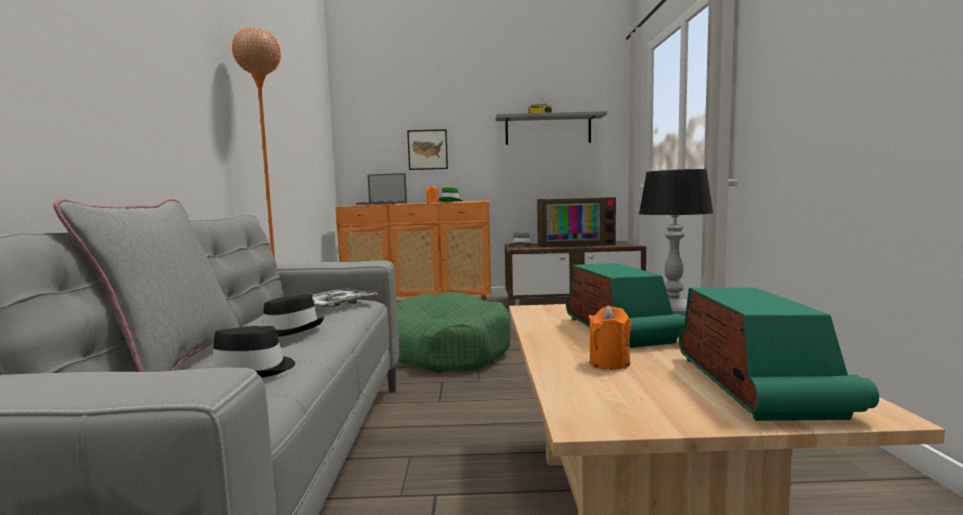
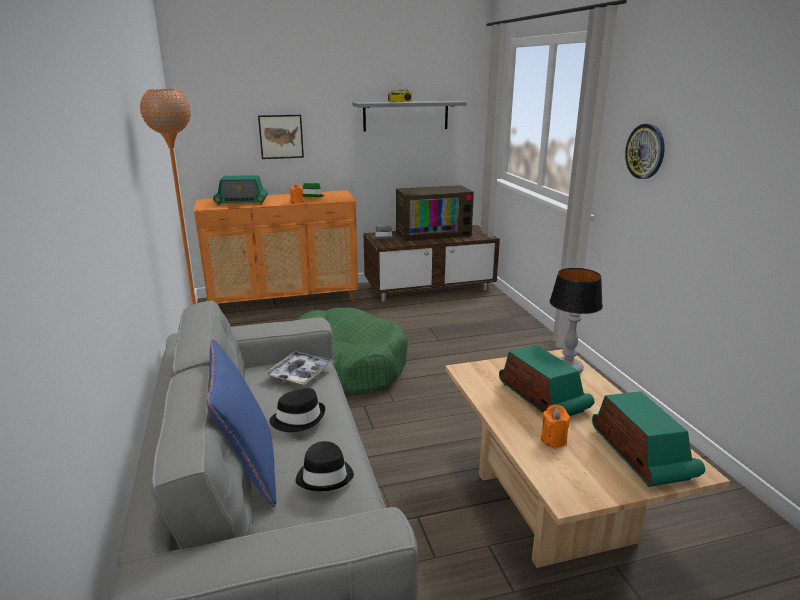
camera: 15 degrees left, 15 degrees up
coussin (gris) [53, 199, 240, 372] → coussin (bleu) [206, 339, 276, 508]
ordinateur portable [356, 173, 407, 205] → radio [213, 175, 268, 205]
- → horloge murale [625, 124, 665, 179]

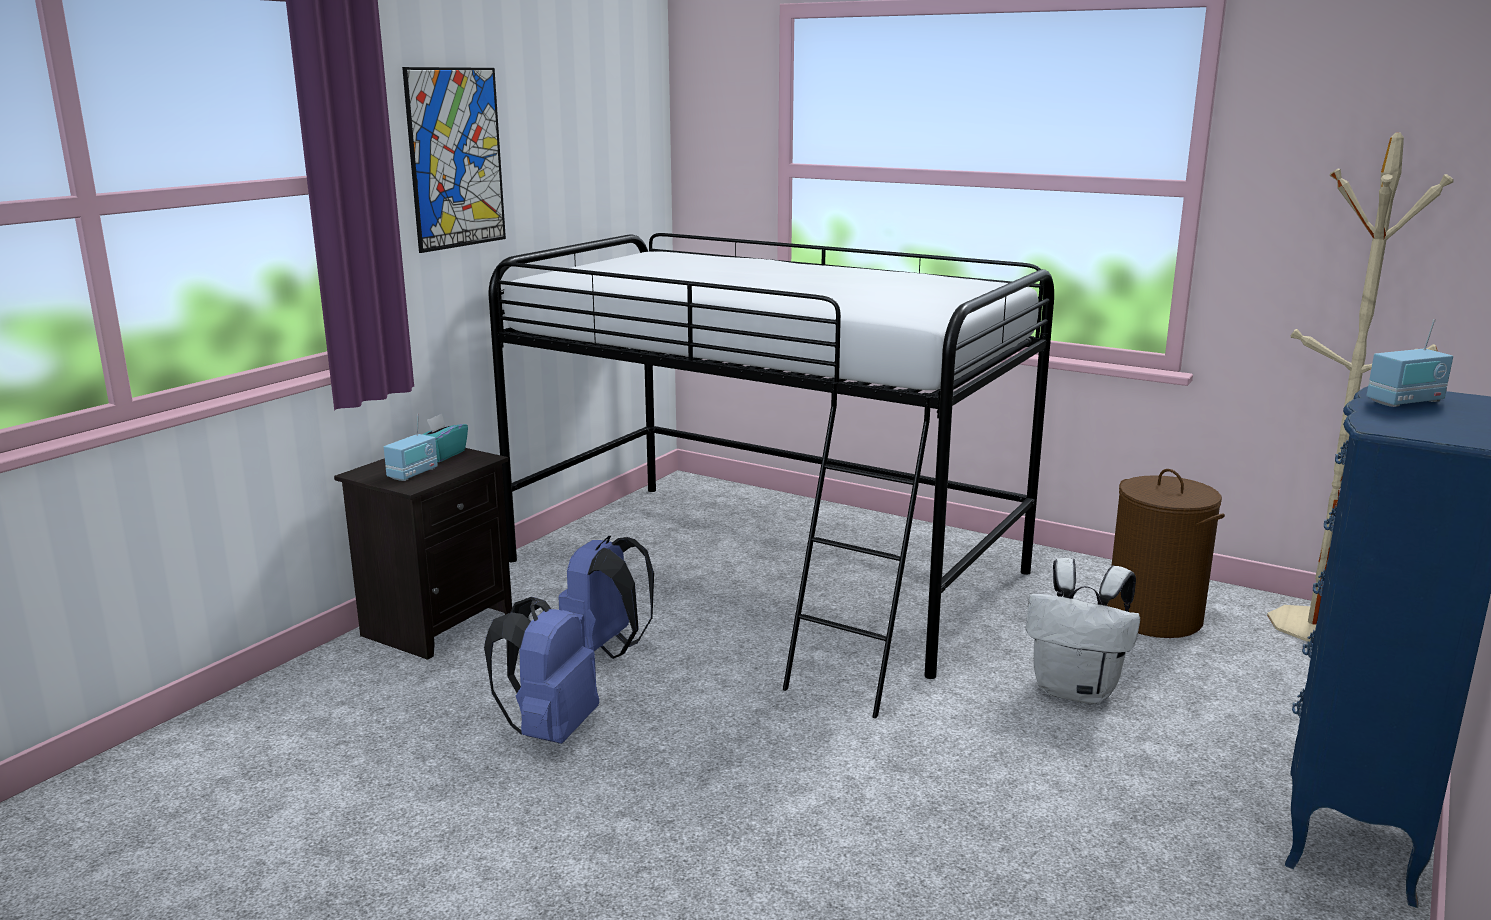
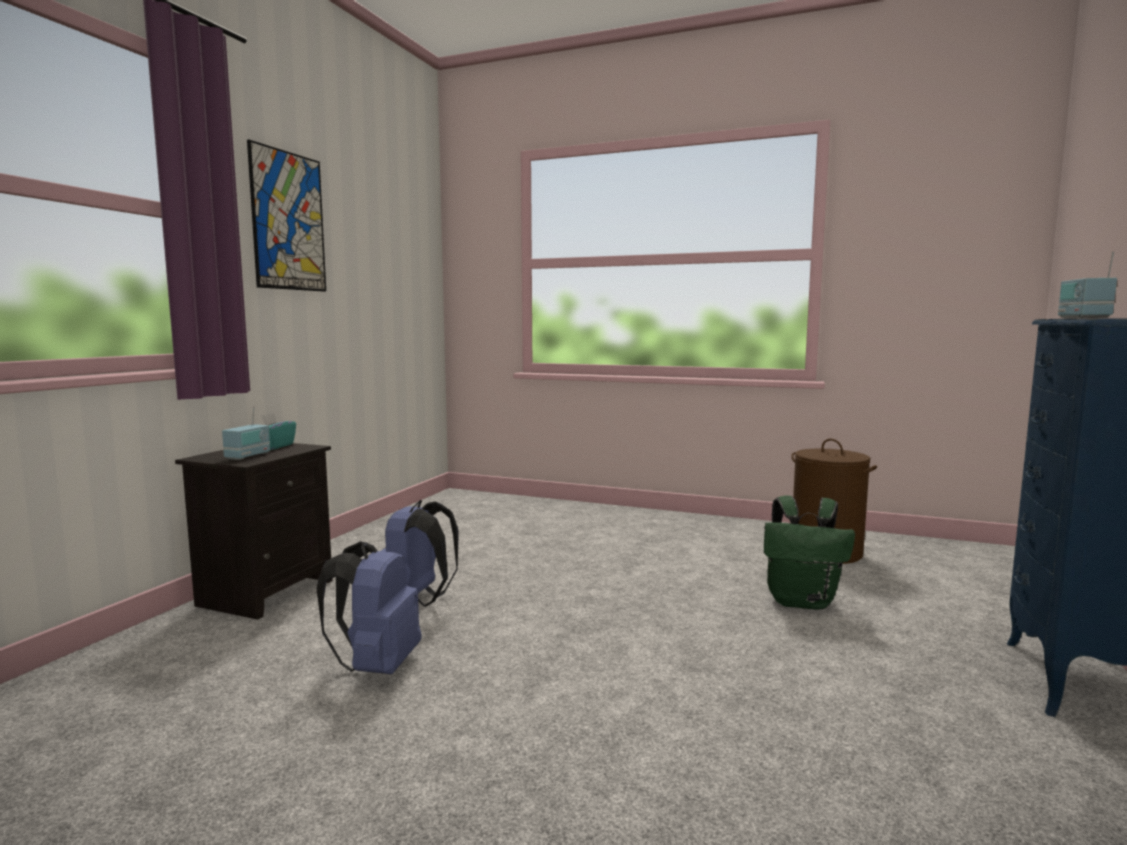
camera: 10 degrees left, 10 degrees down
sac à dos (blanc) [1026, 558, 1140, 704] → sac à dos (vert) [764, 495, 855, 610]
radio [1367, 319, 1453, 407] → radio [1058, 252, 1117, 318], 135 degrees clockwise
lit (noir) [489, 233, 1054, 718] → -
portant (beige) [1267, 133, 1454, 642] → -

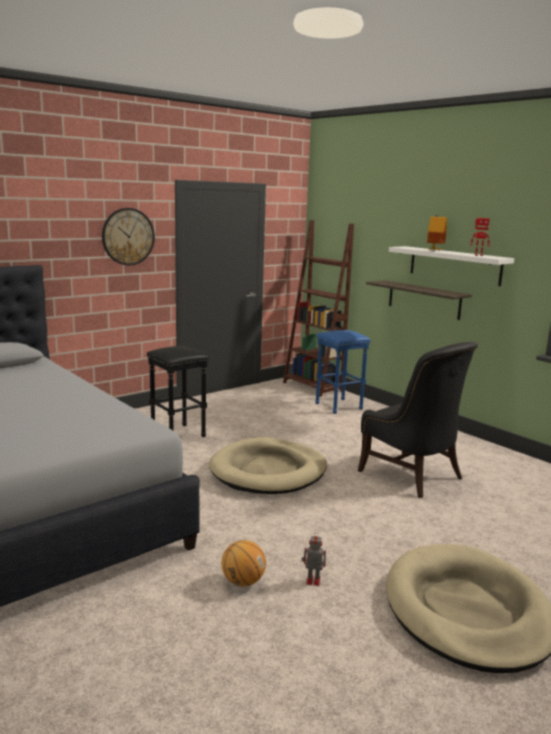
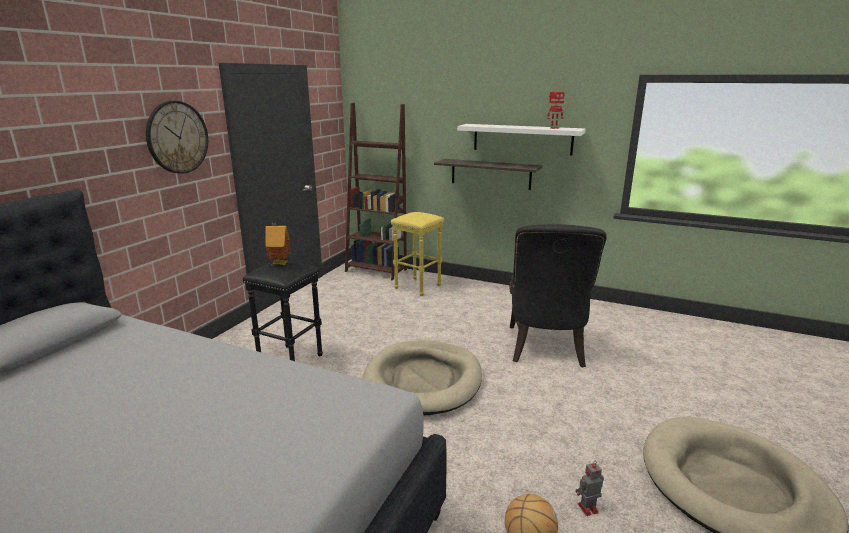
camera: 25 degrees left, 5 degrees up
maison miniature [427, 215, 447, 250] → maison miniature [266, 223, 291, 265], relocated
tabouret (bleu) [315, 330, 371, 414] → tabouret (jaune) [391, 212, 444, 296]
chaise (noir) [358, 342, 478, 498] → chaise (noir) [509, 224, 607, 367], 75 degrees clockwise

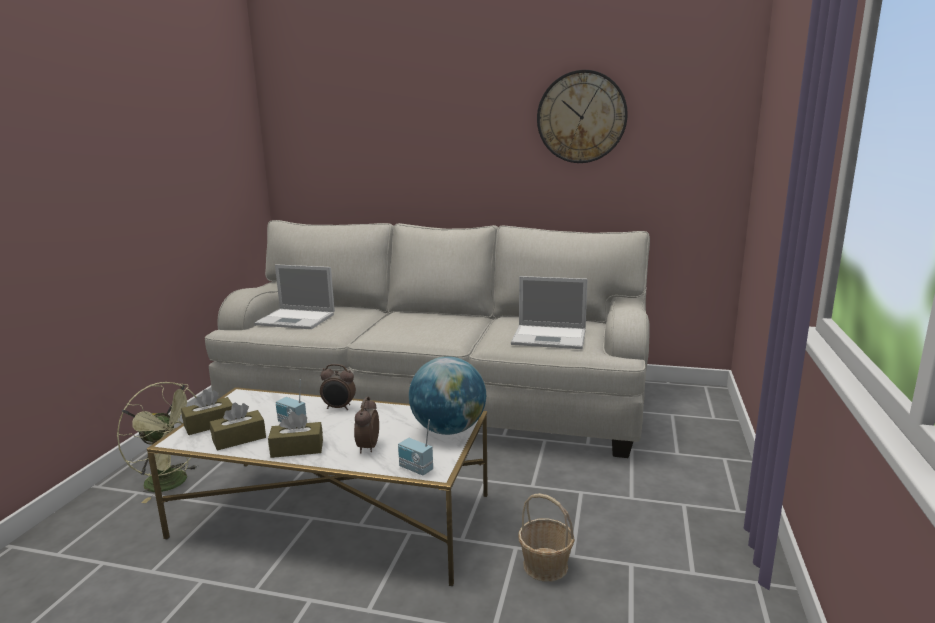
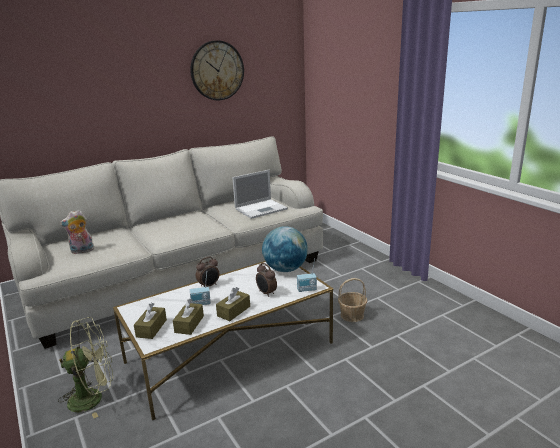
camera: 45 degrees left, 5 degrees up
ordinateur portable [254, 264, 335, 329] → peluche [60, 210, 94, 254]

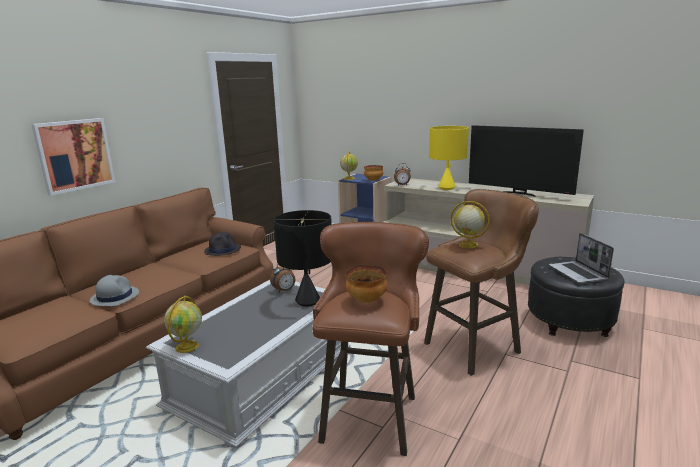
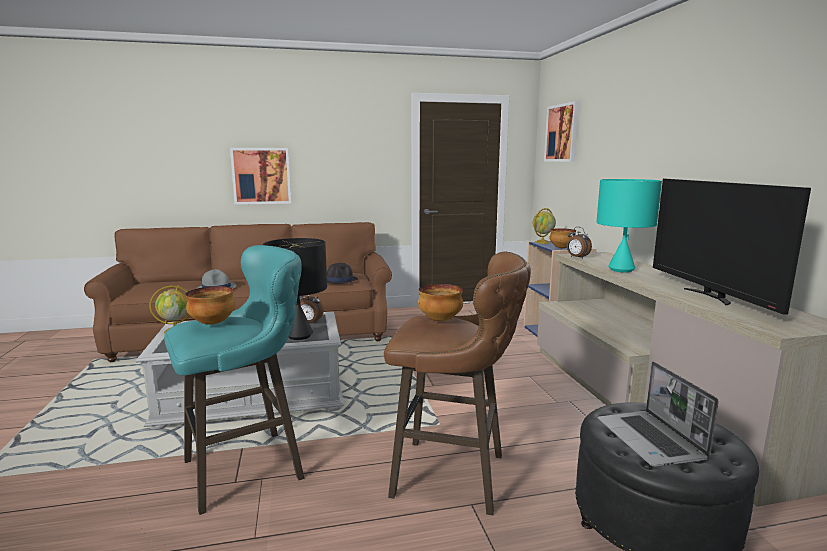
camera: 45 degrees right, 5 degrees down
tabouret (marron) [312, 222, 429, 456] → tabouret (turquoise) [164, 245, 304, 515]
globe [450, 201, 490, 248] → bol [418, 284, 463, 321]
- → tableau [544, 101, 579, 162]
lampe de table (jaune) [429, 126, 469, 190] → lampe de table (turquoise) [596, 179, 662, 273]
ordinateur portable [549, 233, 614, 283] → ordinateur portable [597, 362, 719, 467], 45 degrees counterclockwise

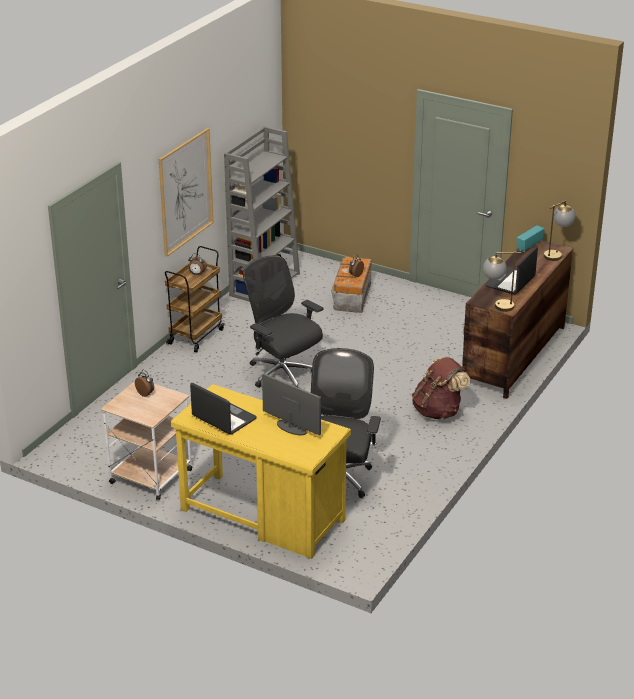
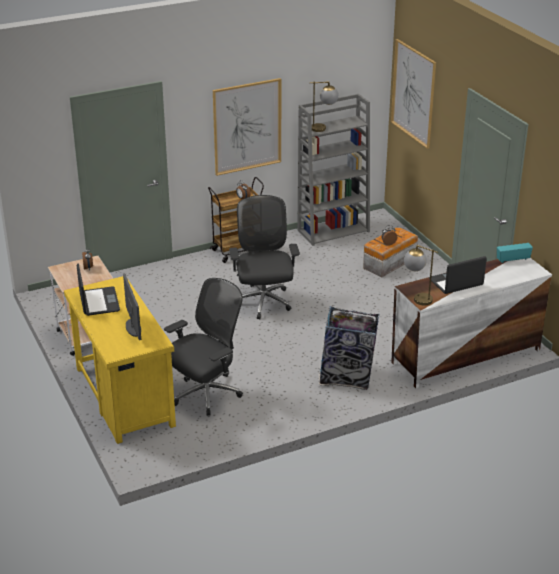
camera: 35 degrees right, 0 degrees up
lampe de table [544, 201, 576, 261] → lampe de table [310, 82, 339, 132], relocated
sac à dos (marron) [412, 356, 471, 419] → poubelle [319, 306, 380, 390]
- → tableau [391, 39, 436, 149]
meuble de rangement (marron) [462, 240, 574, 399] → meuble de rangement (blanc) [391, 258, 552, 388]

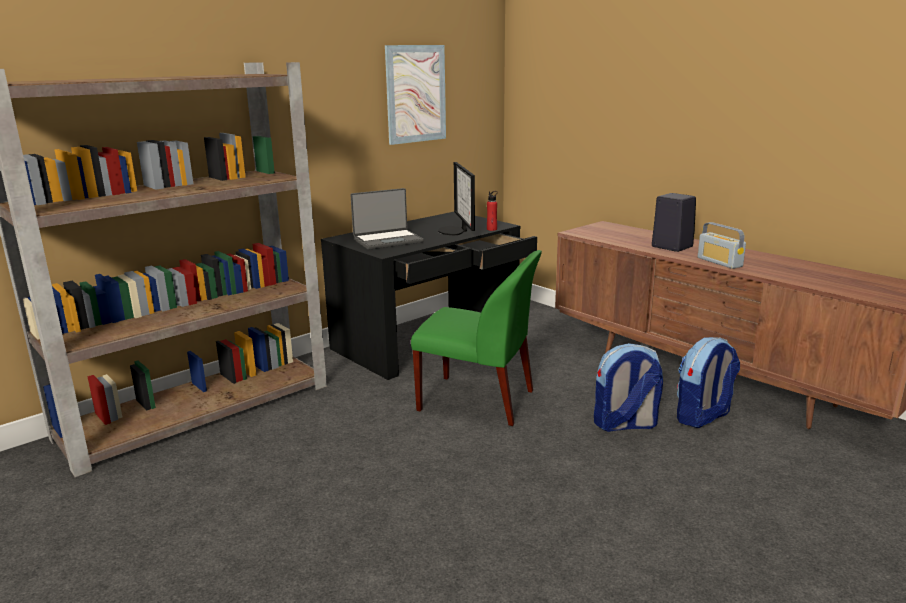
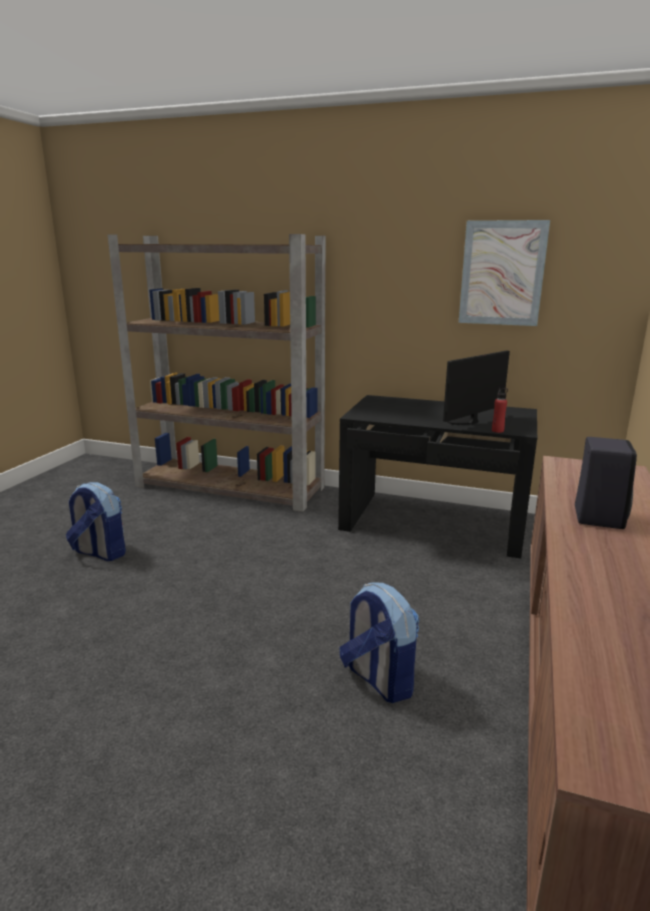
camera: 60 degrees right, 0 degrees up
sac à dos [677, 337, 740, 428] → sac à dos [66, 482, 126, 561], relocated
ordinateur portable [351, 188, 424, 250] → -
chaise (vert) [411, 250, 542, 426] → -
radio [698, 222, 746, 269] → -

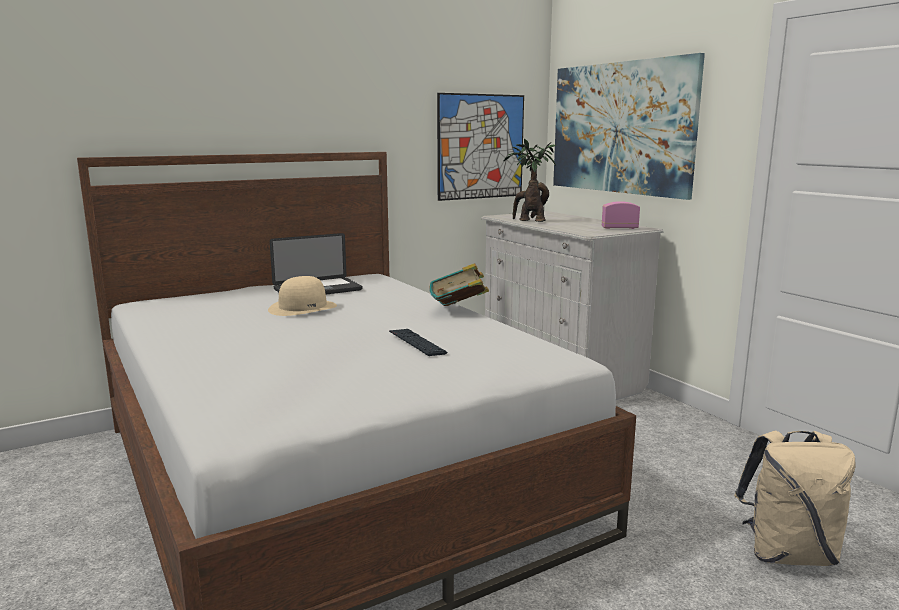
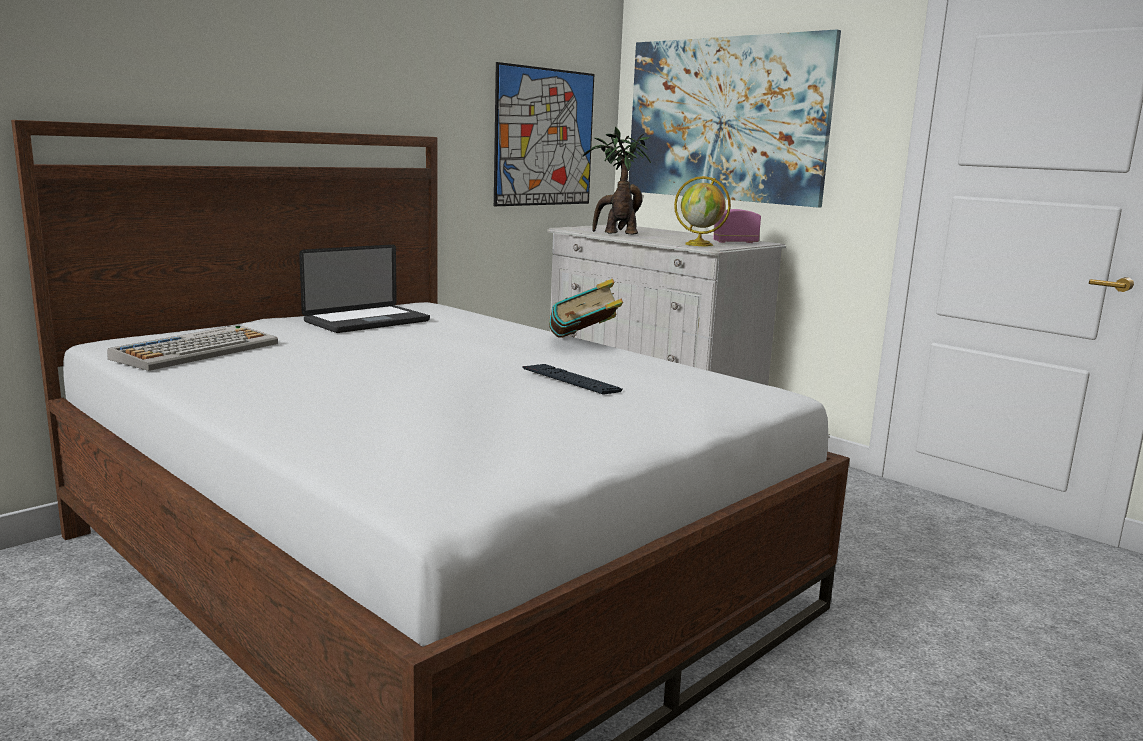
camera: 15 degrees left, 0 degrees up
- → clavier [107, 325, 278, 371]
- → globe [674, 176, 731, 246]
chapeau (beige) [268, 276, 337, 316] → -
sac à dos (beige) [734, 431, 855, 566] → -

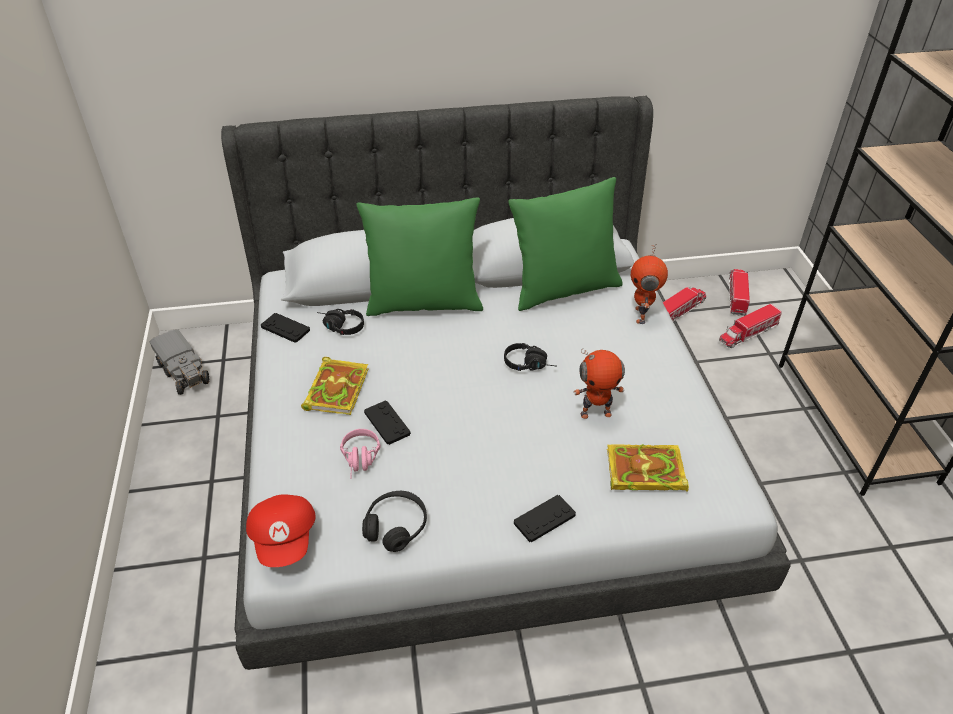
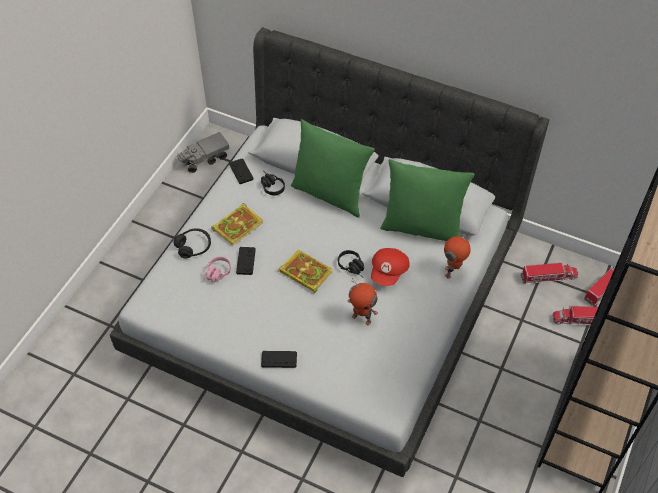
camera: 35 degrees right, 10 degrees up
casque audio (noir) [362, 491, 427, 552] → casque audio (noir) [174, 229, 211, 259], relocated
camion jouet [149, 330, 209, 395] → camion jouet [176, 132, 229, 173], 60 degrees clockwise
livre [607, 444, 689, 492] → livre [278, 249, 332, 293], relocated
casquette (rouge) [246, 494, 315, 567] → casquette (rouge) [371, 248, 410, 286], relocated

